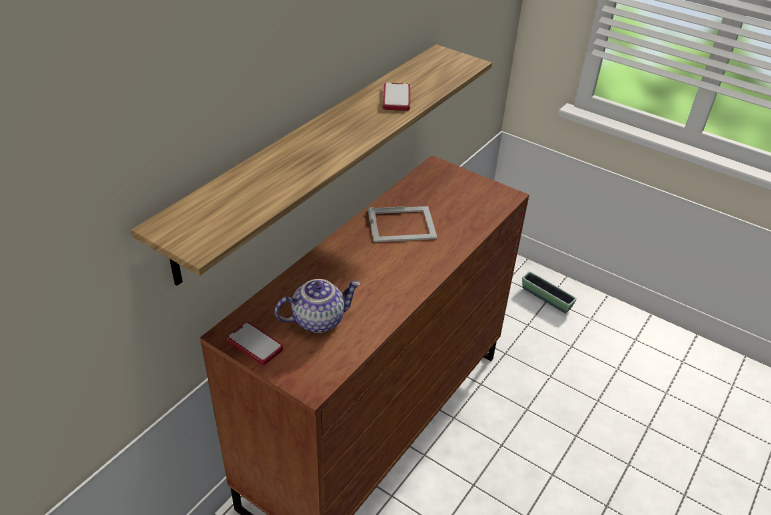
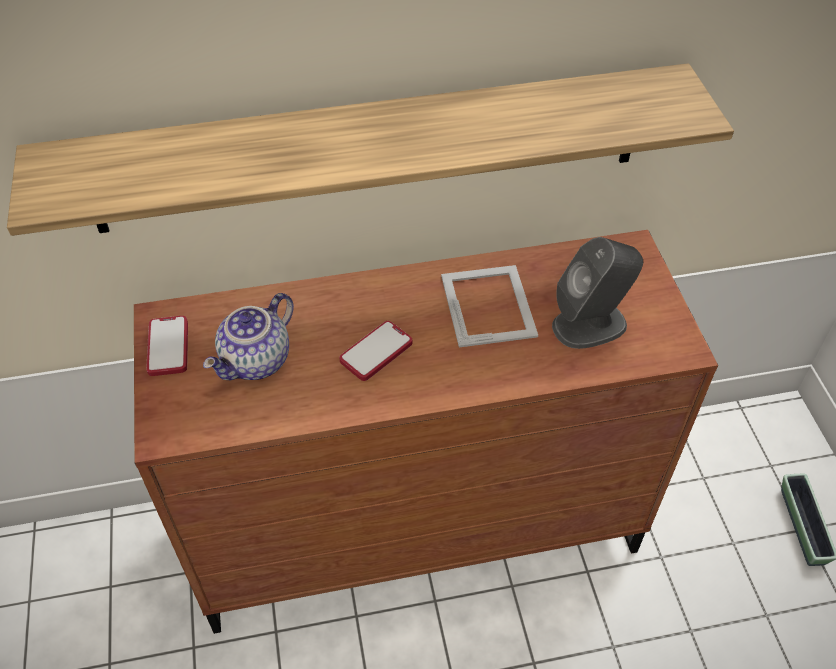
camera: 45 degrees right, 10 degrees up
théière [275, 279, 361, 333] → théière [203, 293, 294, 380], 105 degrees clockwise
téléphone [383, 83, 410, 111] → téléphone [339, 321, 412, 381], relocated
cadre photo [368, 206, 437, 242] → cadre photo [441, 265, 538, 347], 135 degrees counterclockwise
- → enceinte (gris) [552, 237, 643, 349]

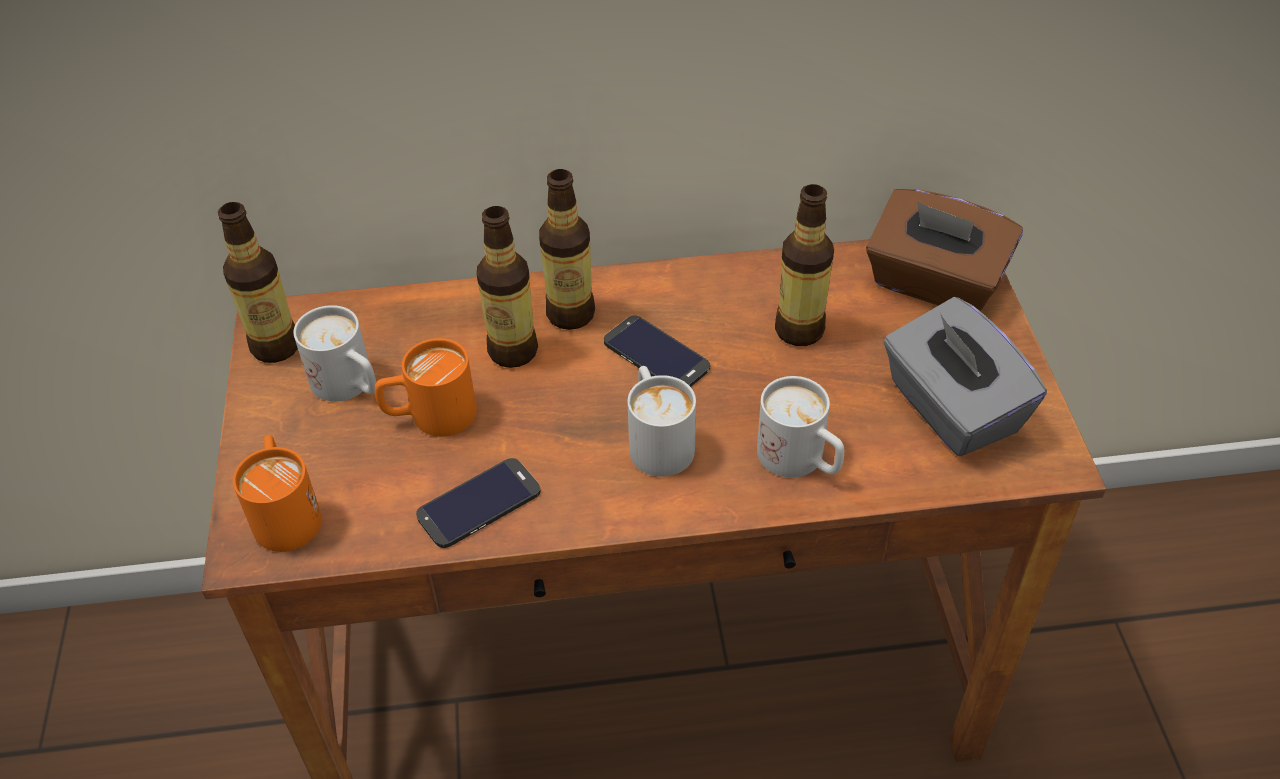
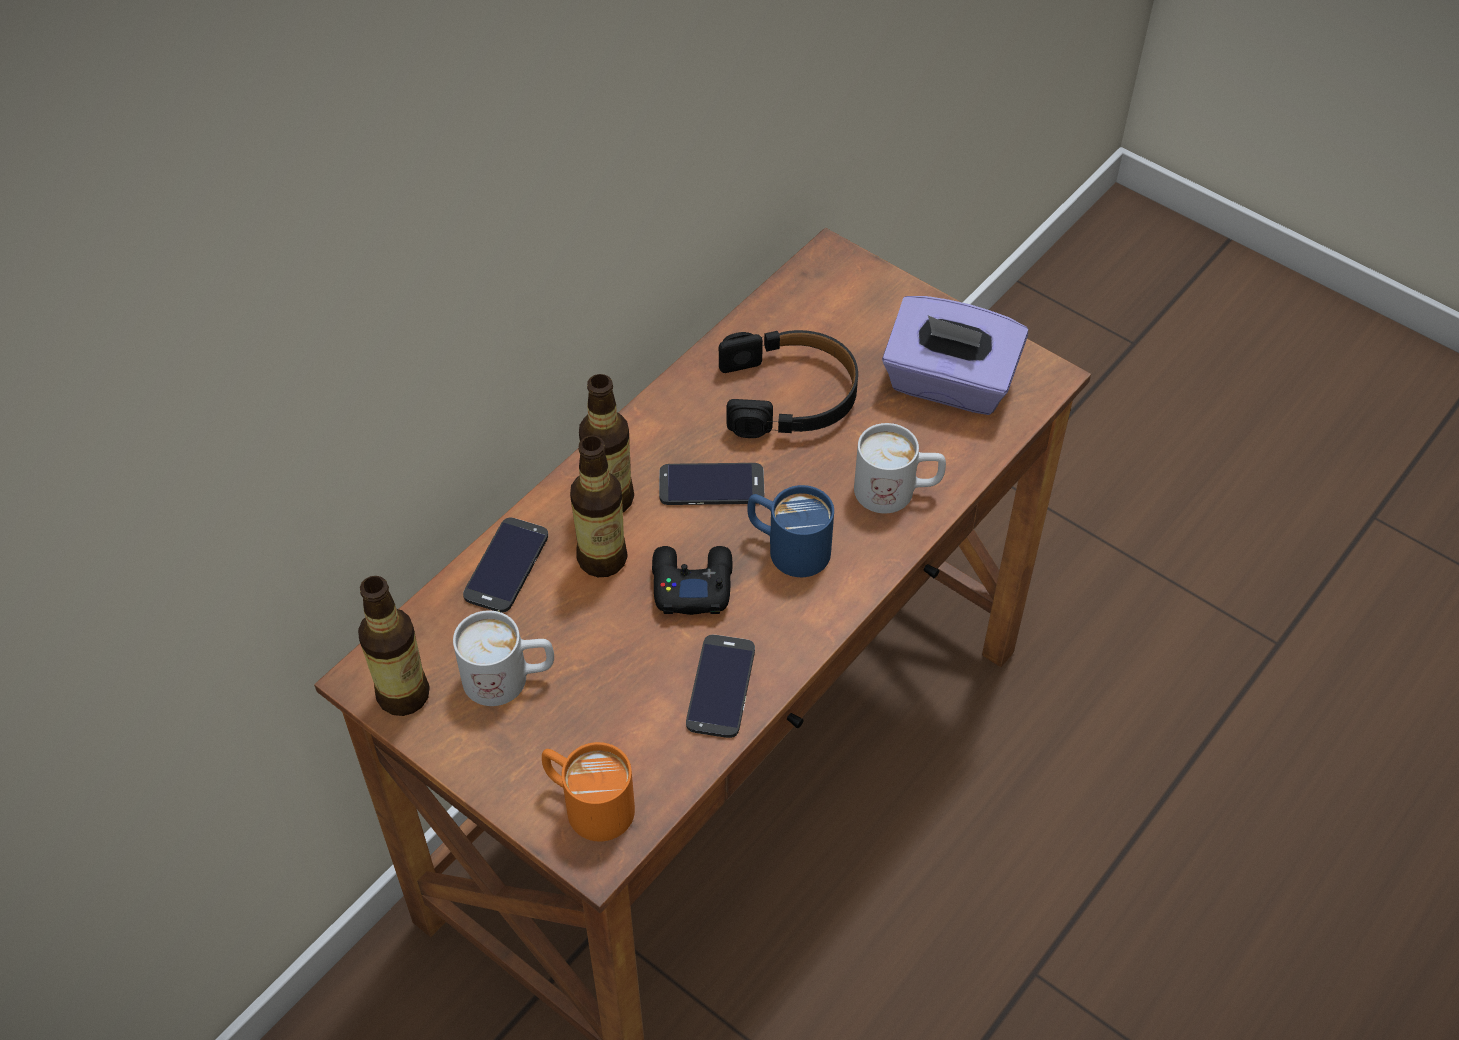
camera: 45 degrees left, 5 degrees up
- → téléphone [463, 518, 548, 612]
- → manette (noir) [652, 546, 732, 615]
bouteille [775, 184, 834, 346] → casque audio (noir) [719, 330, 858, 438]
mug (blanc) [628, 366, 696, 477] → mug (bleu) [747, 485, 834, 577]
boîte à mouchoirs (gris) [884, 297, 1047, 457] → boîte à mouchoirs (violet) [882, 296, 1028, 415]
mug (orange) [375, 338, 477, 437] → -
boîte à mouchoirs (marron) [866, 189, 1023, 311] → -

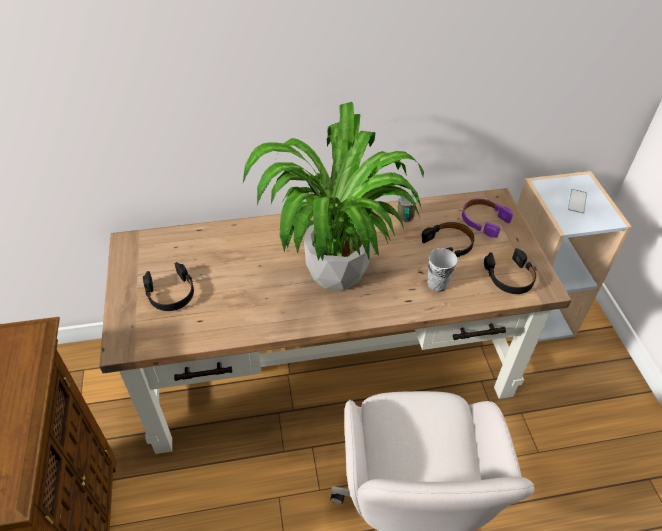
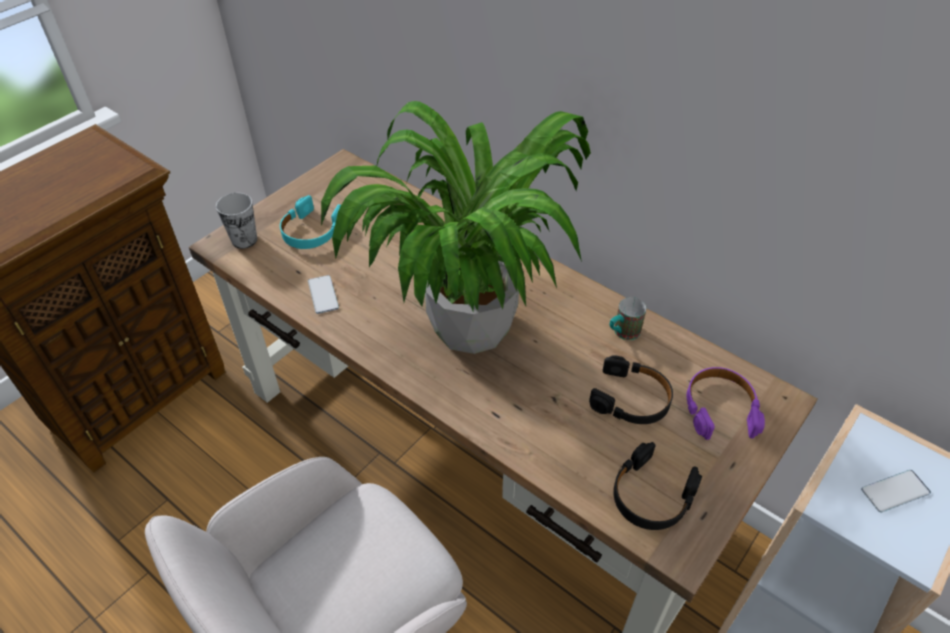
camera: 50 degrees right, 0 degrees up
tasse [428, 248, 457, 292] → tasse [216, 193, 257, 249], relocated
casque audio (noir) [143, 262, 194, 311] → casque audio (turquoise) [280, 195, 341, 249]
- → téléphone [308, 275, 339, 314]

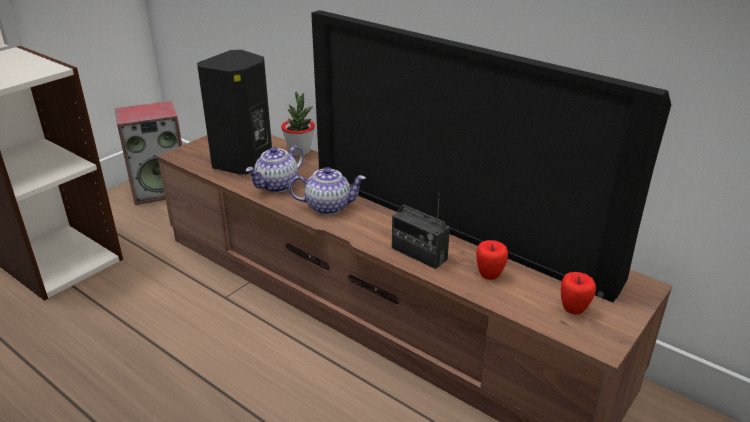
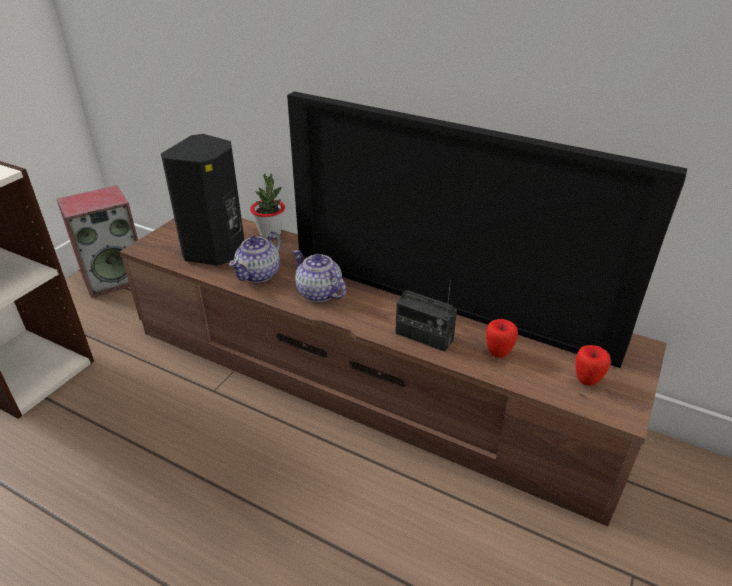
camera: 10 degrees left, 5 degrees up
théière [289, 167, 366, 215] → théière [293, 250, 346, 302], 120 degrees counterclockwise

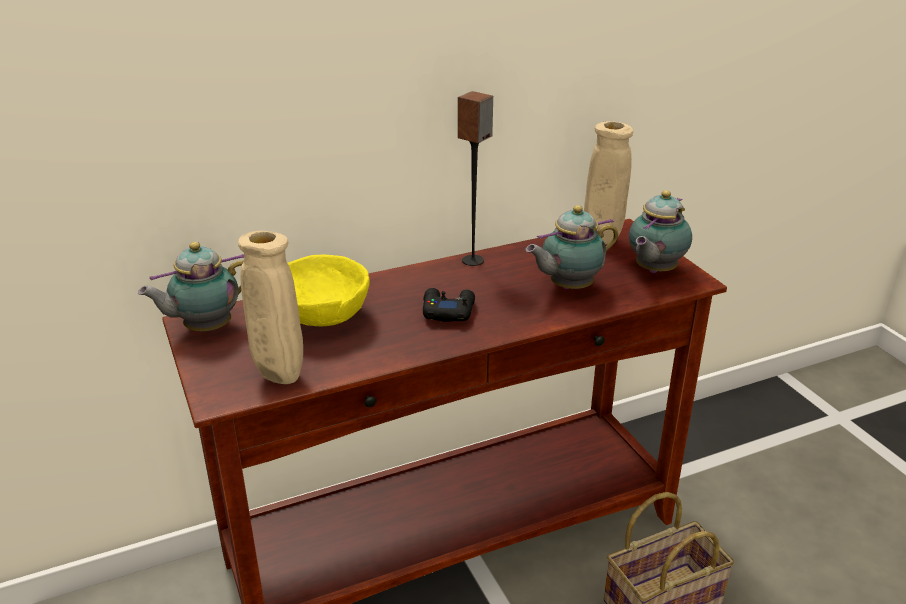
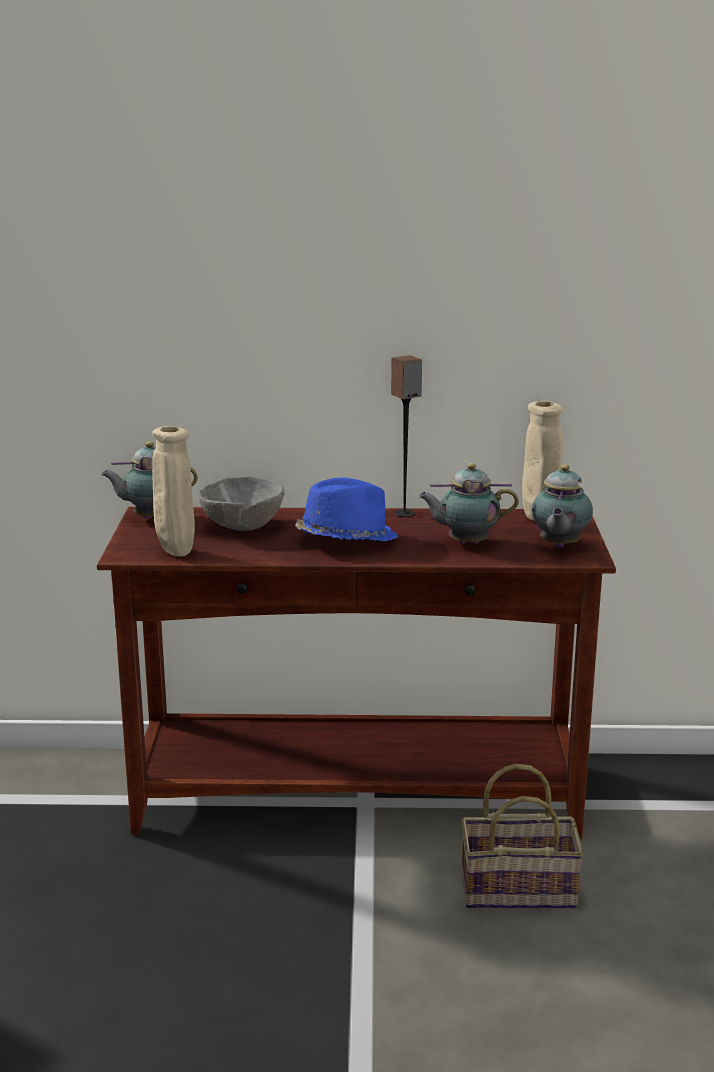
camera: 25 degrees right, 10 degrees down
bol (jaune) [288, 255, 370, 327] → bol (gris) [199, 476, 284, 531]
manette (noir) [423, 288, 475, 322] → chapeau (bleu) [295, 478, 398, 541]
théière [629, 190, 692, 273] → théière [532, 464, 593, 548], 45 degrees counterclockwise

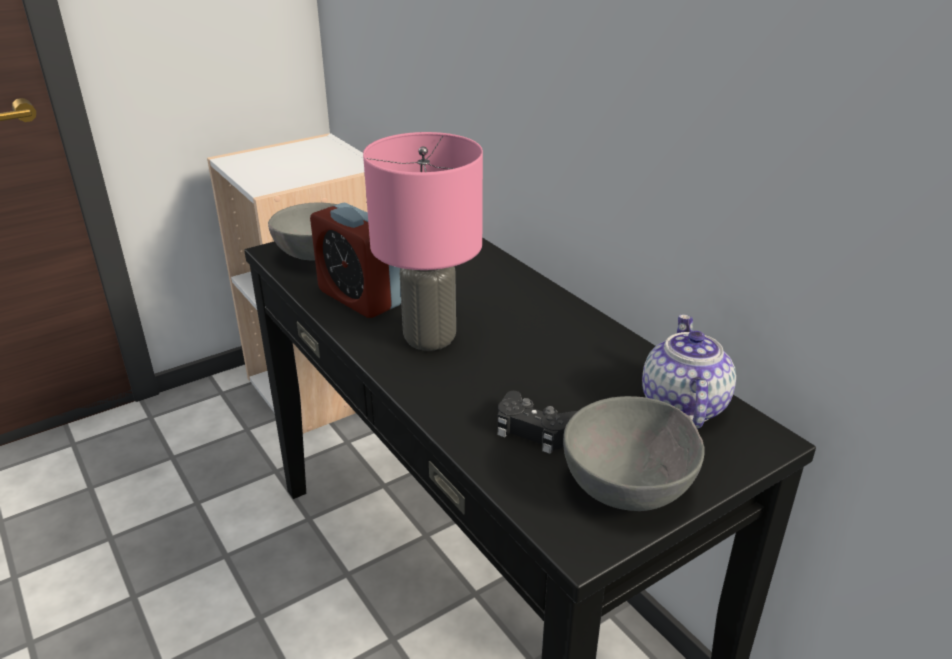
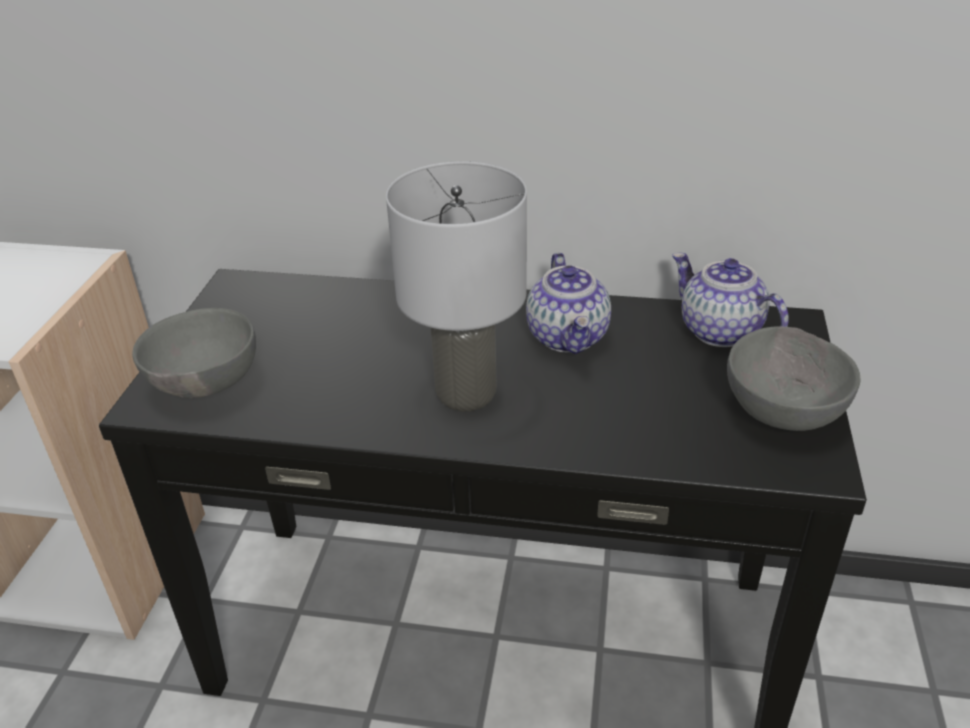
camera: 45 degrees left, 5 degrees up
lampe de table (rose) [363, 132, 483, 351] → lampe de table (blanc) [386, 161, 527, 412]
- → théière [526, 253, 611, 354]
réveil [310, 203, 401, 318] → -
manette (noir) [497, 391, 578, 454] → -

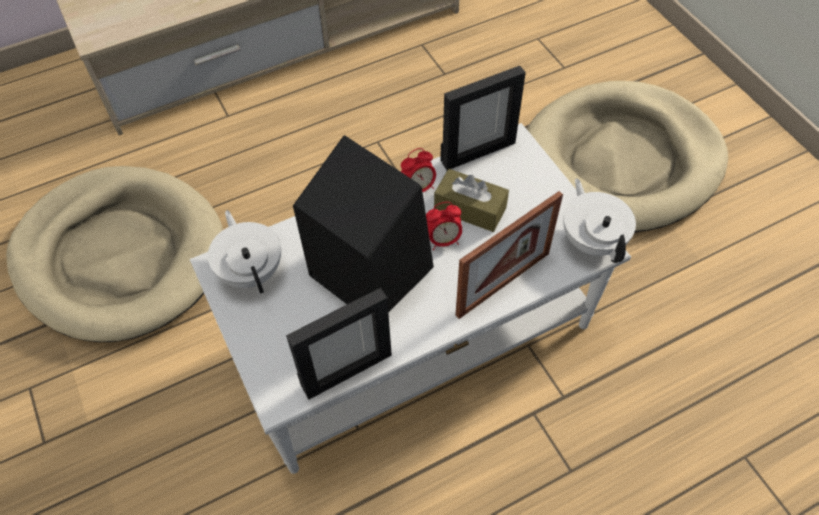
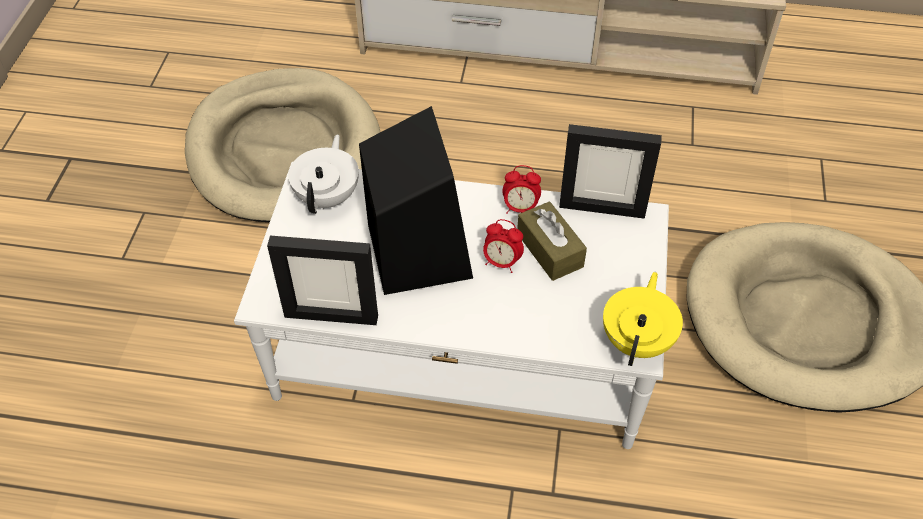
camera: 35 degrees right, 5 degrees down
théière (blanc) [563, 179, 636, 263] → théière (jaune) [603, 272, 683, 366]
cadre photo [456, 191, 563, 319] → -

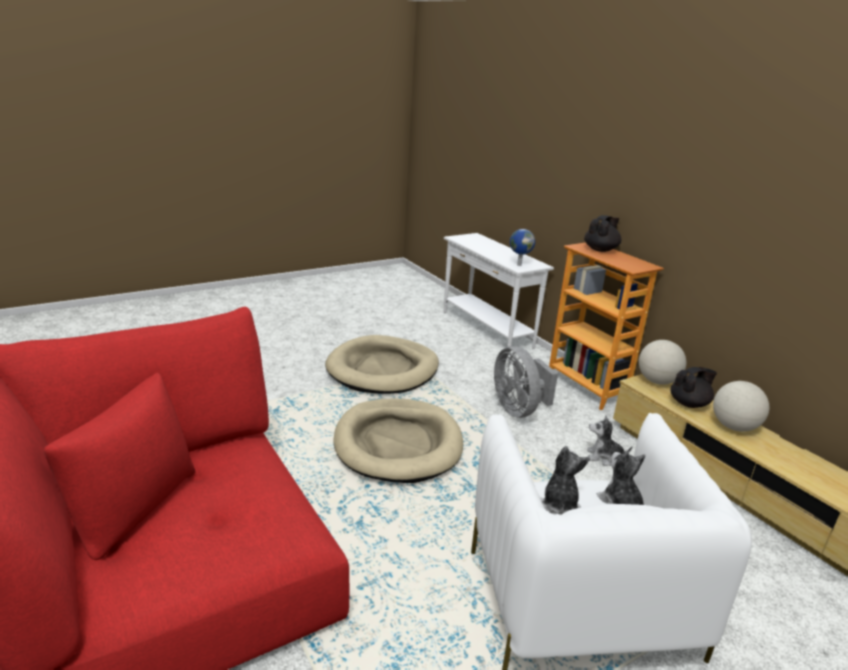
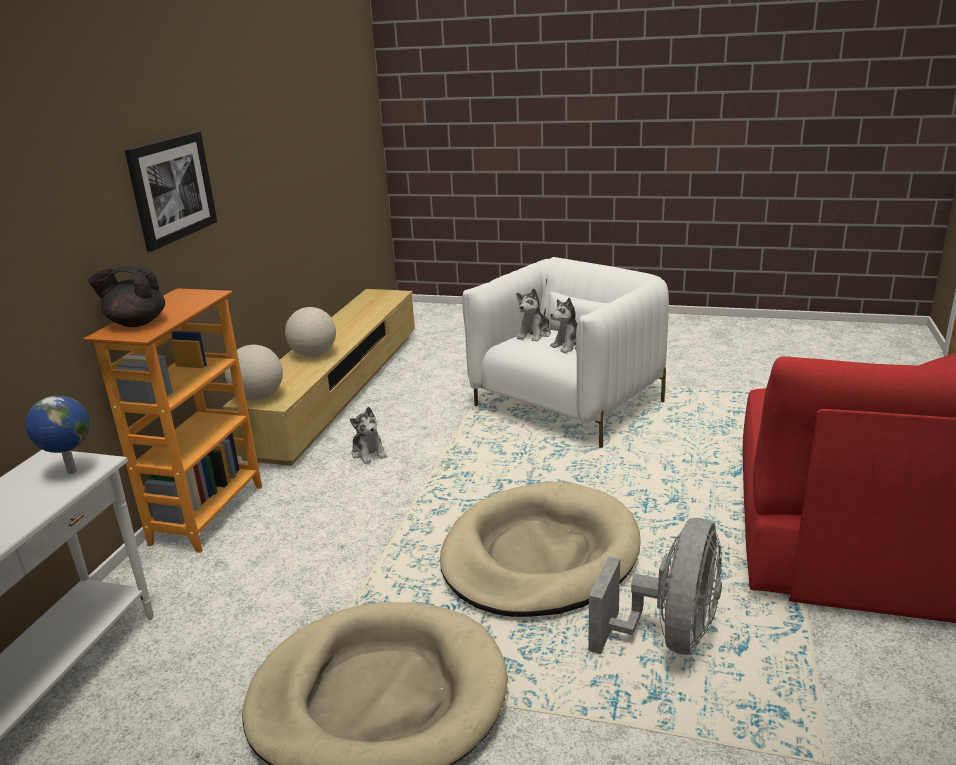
camera: 130 degrees left, 0 degrees up
- → tableau [125, 131, 217, 251]
ventilateur (gris) [494, 346, 558, 418] → ventilateur (gris) [588, 518, 722, 655], relocated
théière (noir) [670, 367, 717, 408] → -

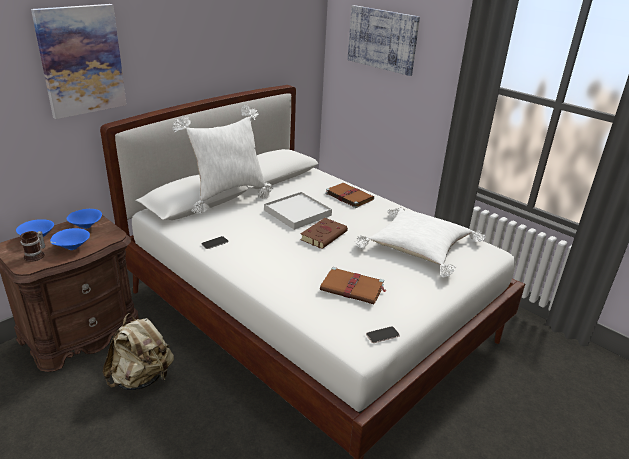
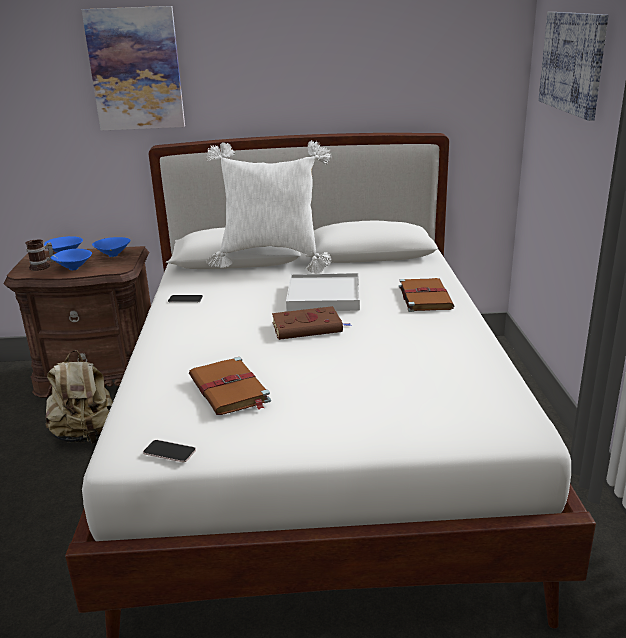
camera: 45 degrees right, 5 degrees down
coussin (blanc) [355, 207, 486, 278] → -

